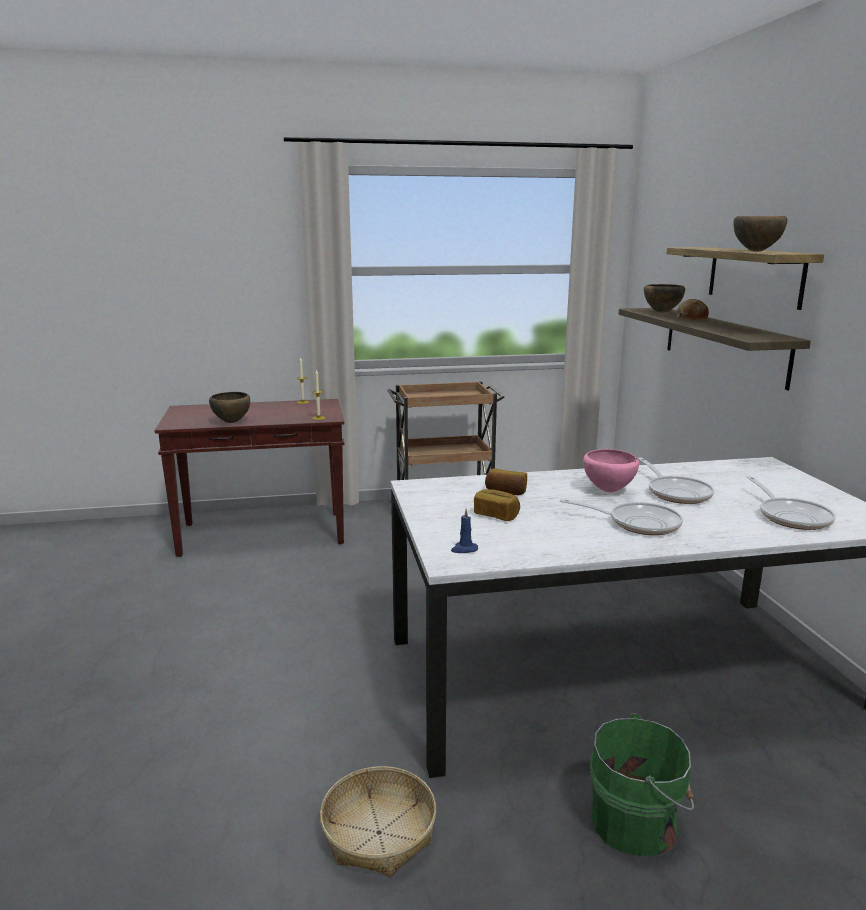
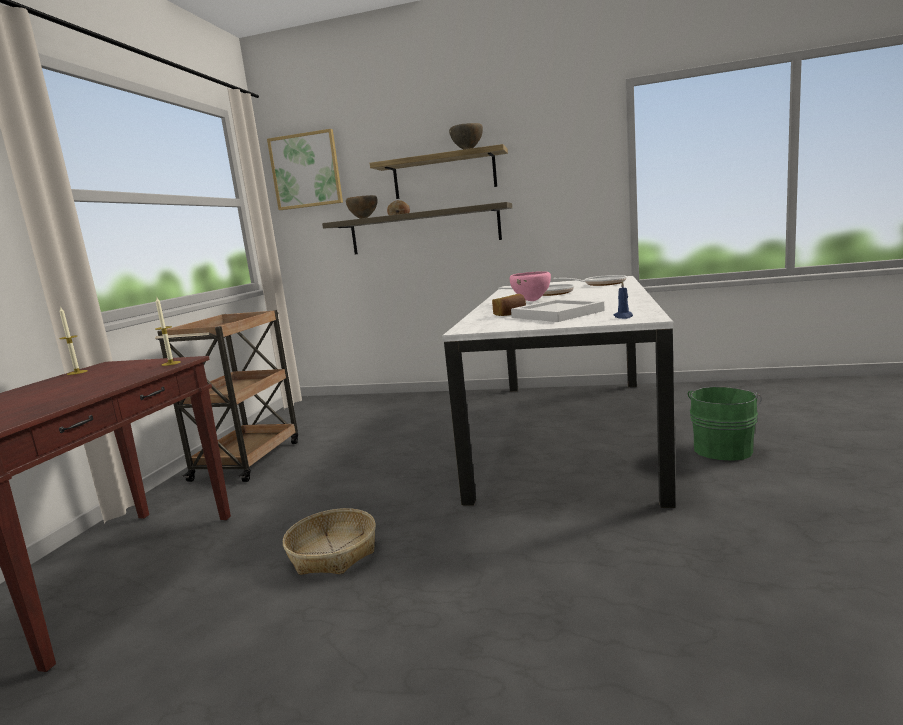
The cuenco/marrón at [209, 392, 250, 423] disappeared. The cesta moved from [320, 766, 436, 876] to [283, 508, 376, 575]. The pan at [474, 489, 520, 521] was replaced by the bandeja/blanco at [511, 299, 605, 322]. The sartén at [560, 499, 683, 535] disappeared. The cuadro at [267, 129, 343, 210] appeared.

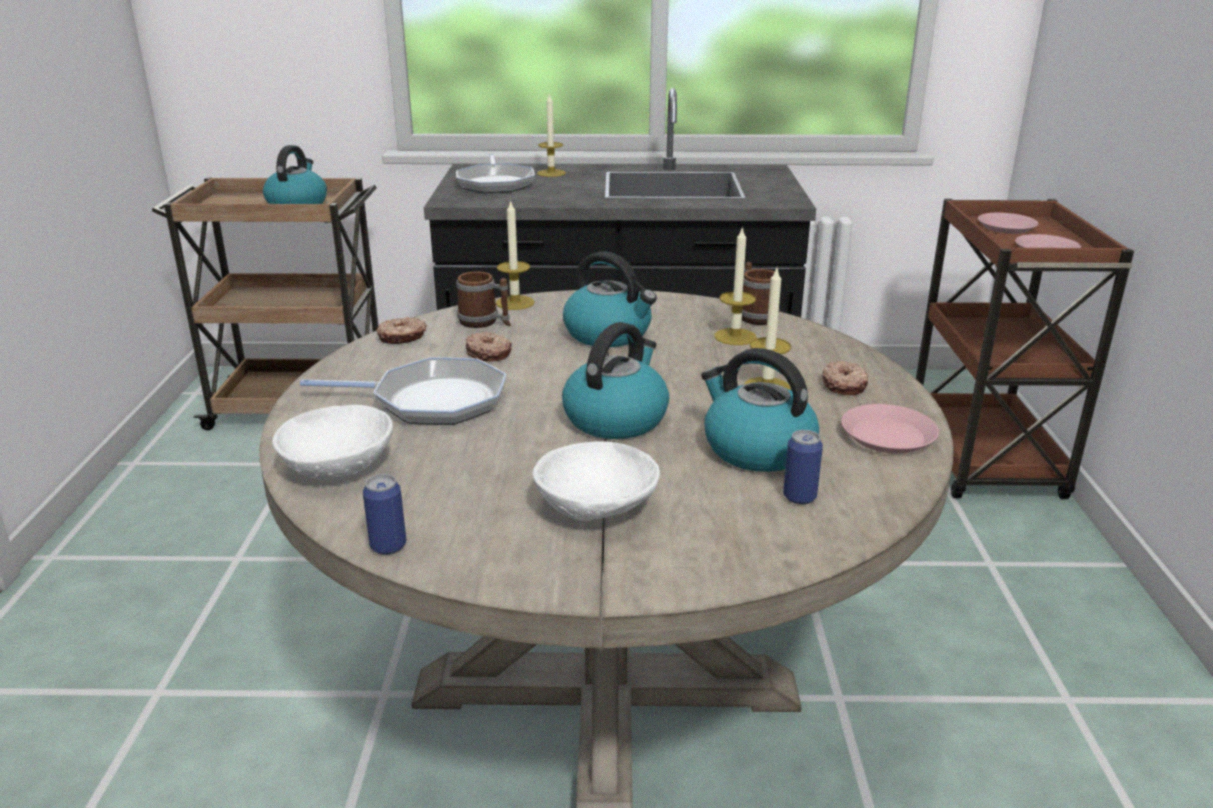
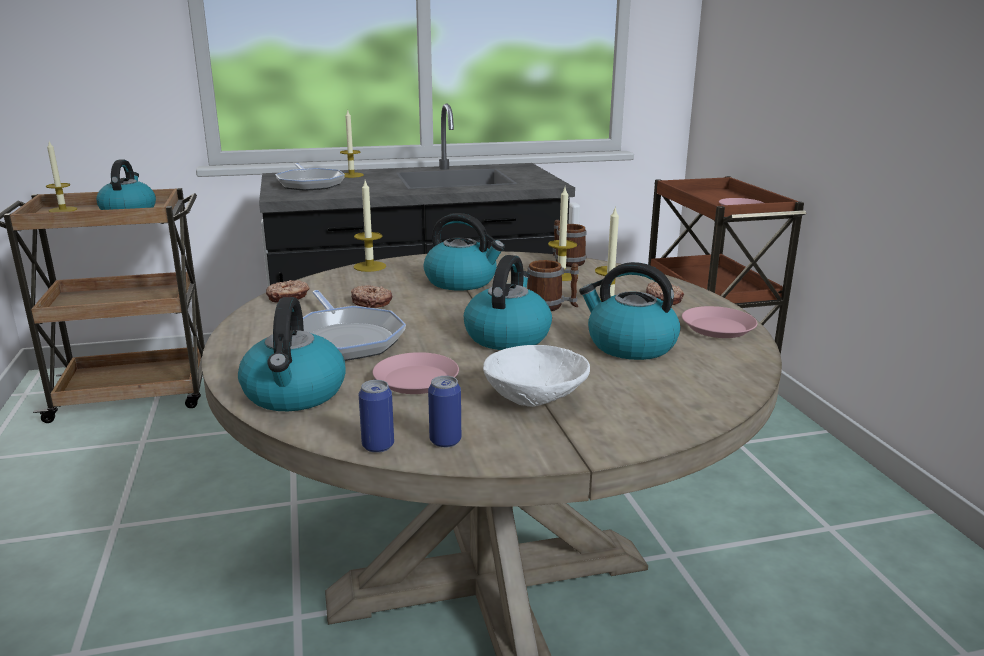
The cuenco/blanco at [272, 405, 393, 481] was replaced by the hervidor at [238, 297, 346, 411]. The sartén at [300, 357, 506, 425] turned 75 degrees clockwise. The taza grande moved from [456, 271, 511, 328] to [527, 260, 579, 311]. The lata moved from [783, 430, 823, 505] to [428, 376, 461, 448]. The plato/rosa moved from [978, 213, 1038, 234] to [373, 352, 459, 394]. The vela at [46, 142, 77, 212] appeared.

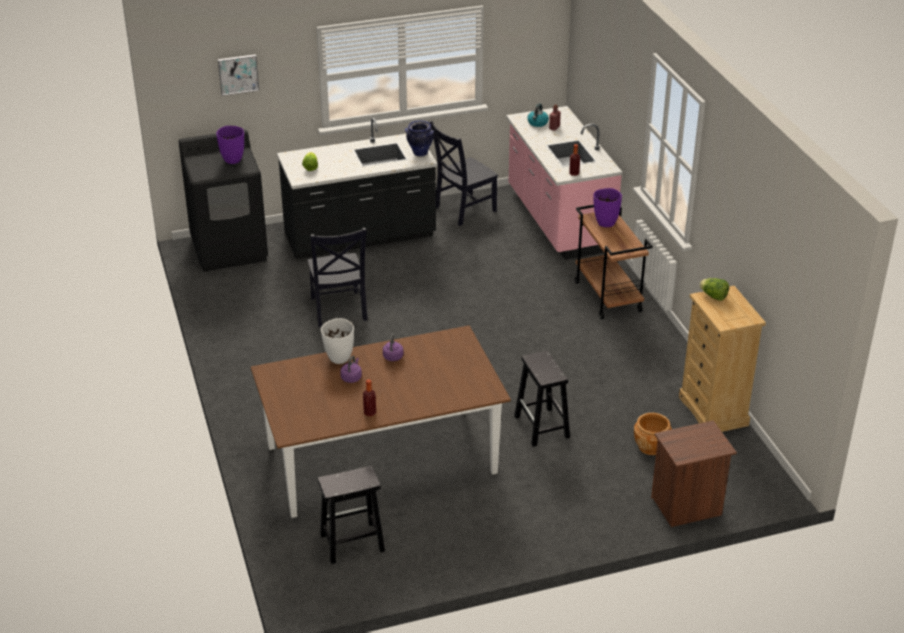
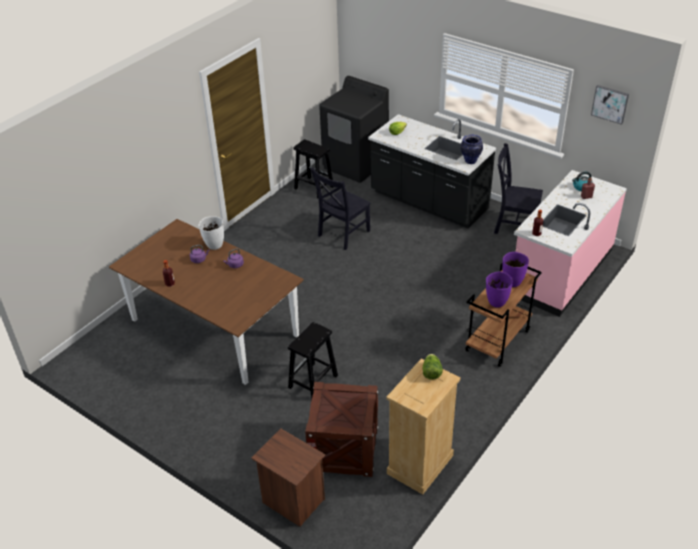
The florero/morado moved from [216, 126, 244, 164] to [486, 272, 513, 308]. The cuadro moved from [218, 54, 259, 96] to [591, 85, 629, 125]. The taburete/negro moved from [317, 466, 385, 564] to [293, 139, 333, 198]. The maceta/marrón at [634, 413, 672, 455] was replaced by the caja de embalaje at [305, 382, 379, 477].

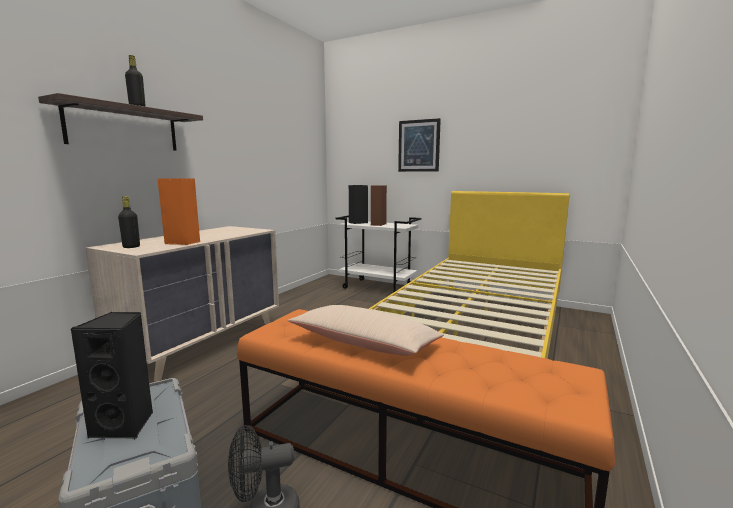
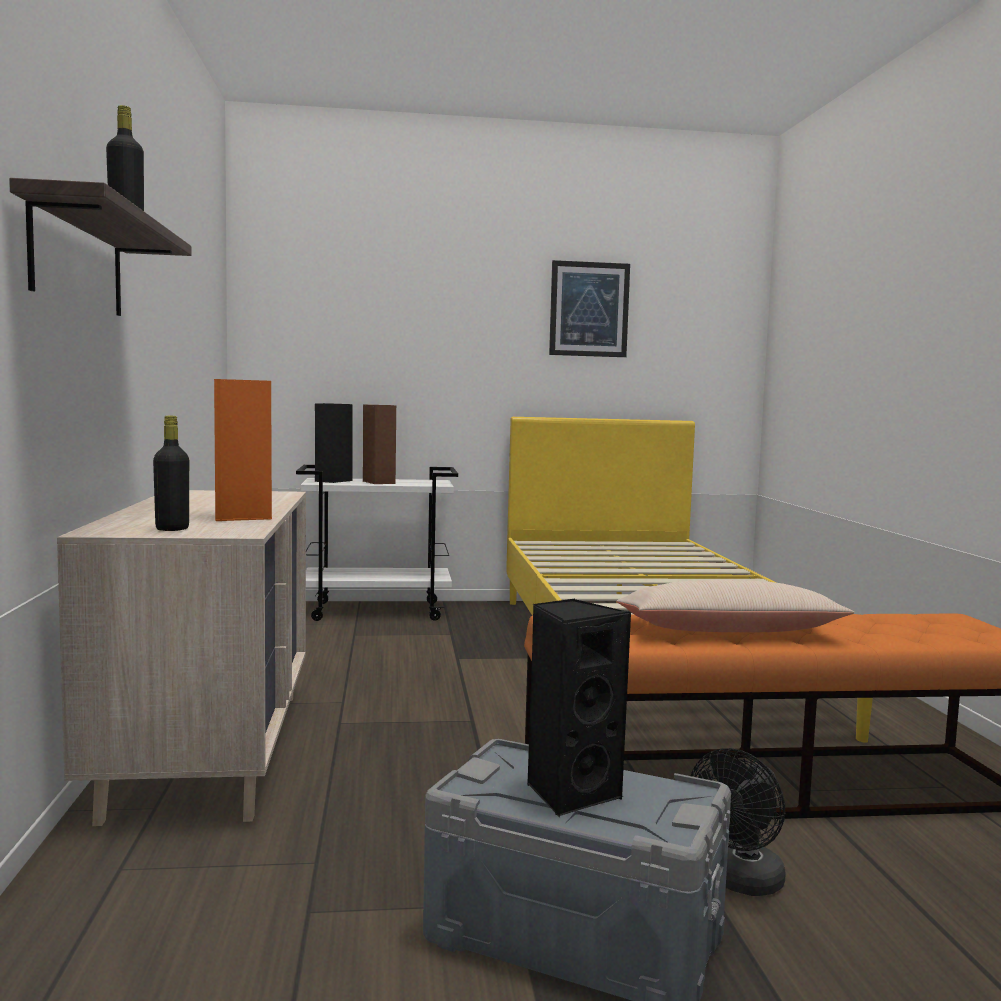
The cuadro moved from [398, 118, 441, 172] to [549, 260, 630, 357].

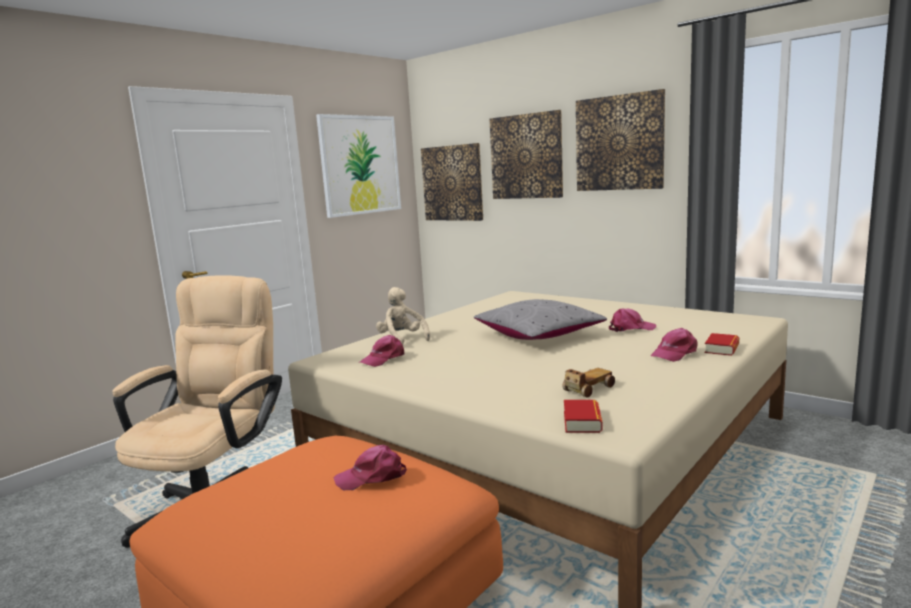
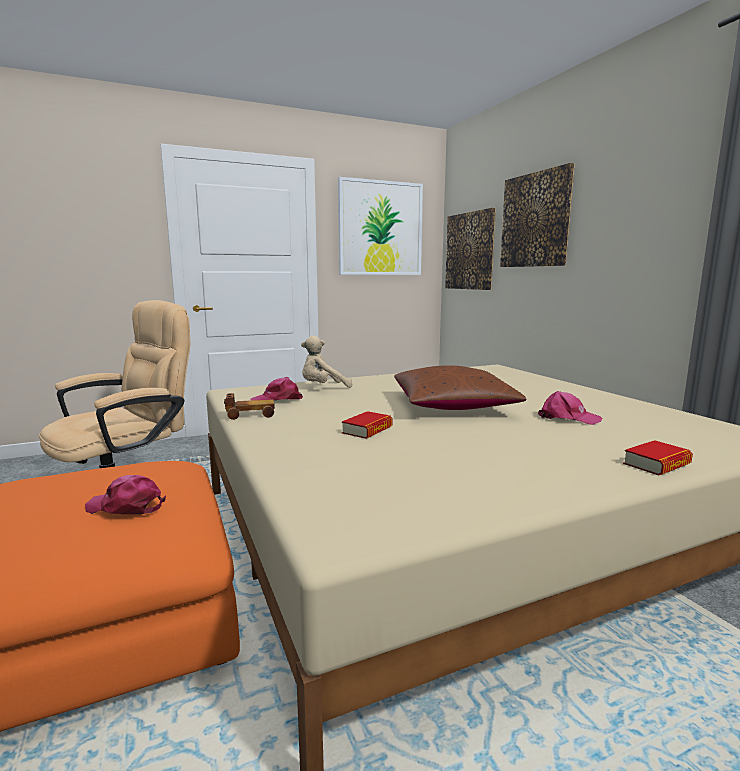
The peluche/beis at [376, 287, 430, 345] turned 105 degrees counterclockwise. The cojín/gris at [474, 299, 607, 340] became the cojín/marrón at [394, 365, 526, 410]. The coche de juguete moved from [562, 368, 615, 397] to [224, 393, 275, 420]. The libro moved from [564, 400, 603, 433] to [342, 411, 393, 439]. The cuadro at [576, 89, 665, 191] disappeared. The gorra/rosa at [651, 328, 698, 362] disappeared.

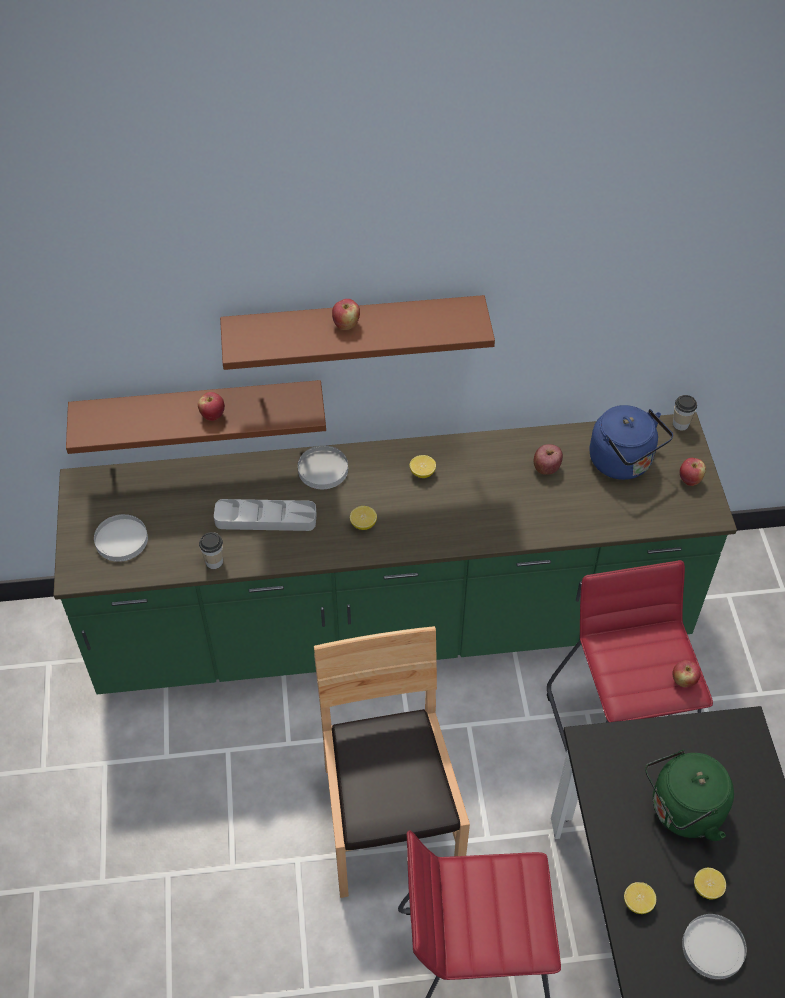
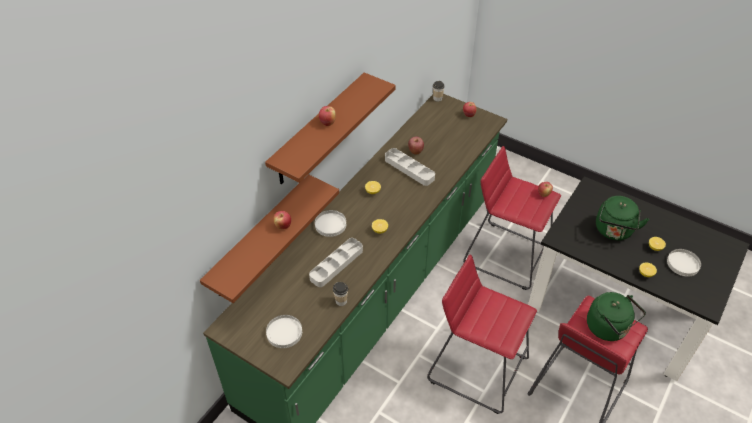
The silla/marrón at [314, 626, 470, 898] was replaced by the taburete/rojo at [427, 254, 537, 414]. The hervidor/azul at [590, 405, 673, 480] disappeared. The bandeja/gris at [385, 148, 435, 186] appeared. The hervidor/verde at [587, 292, 646, 341] appeared.

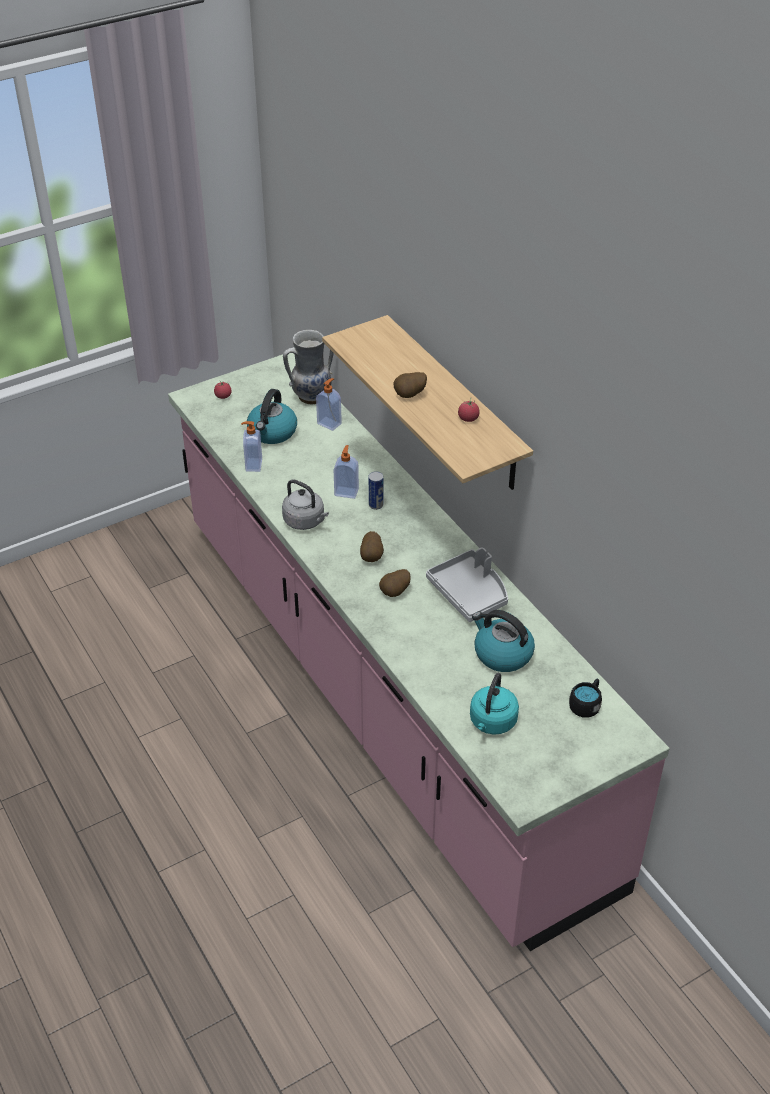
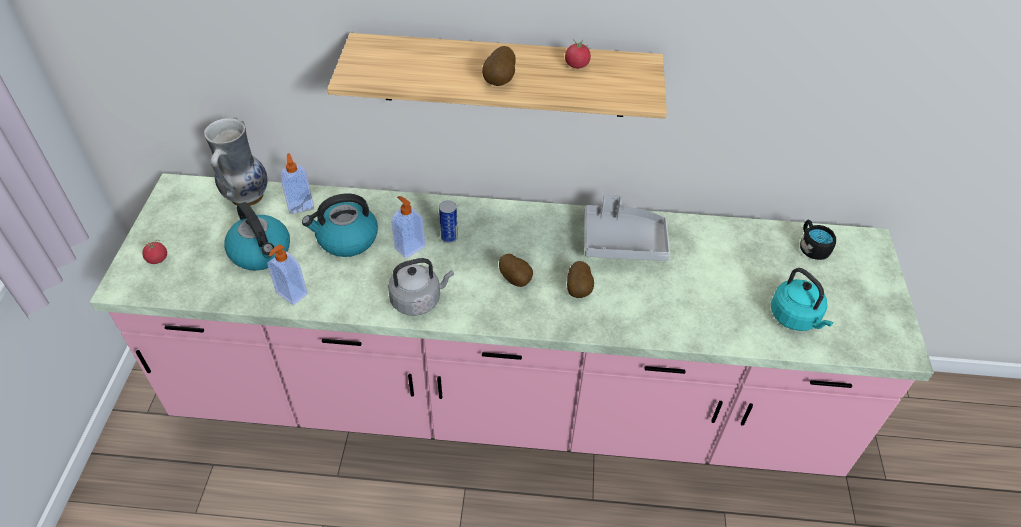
The hervidor moved from [472, 610, 535, 672] to [302, 194, 378, 257].

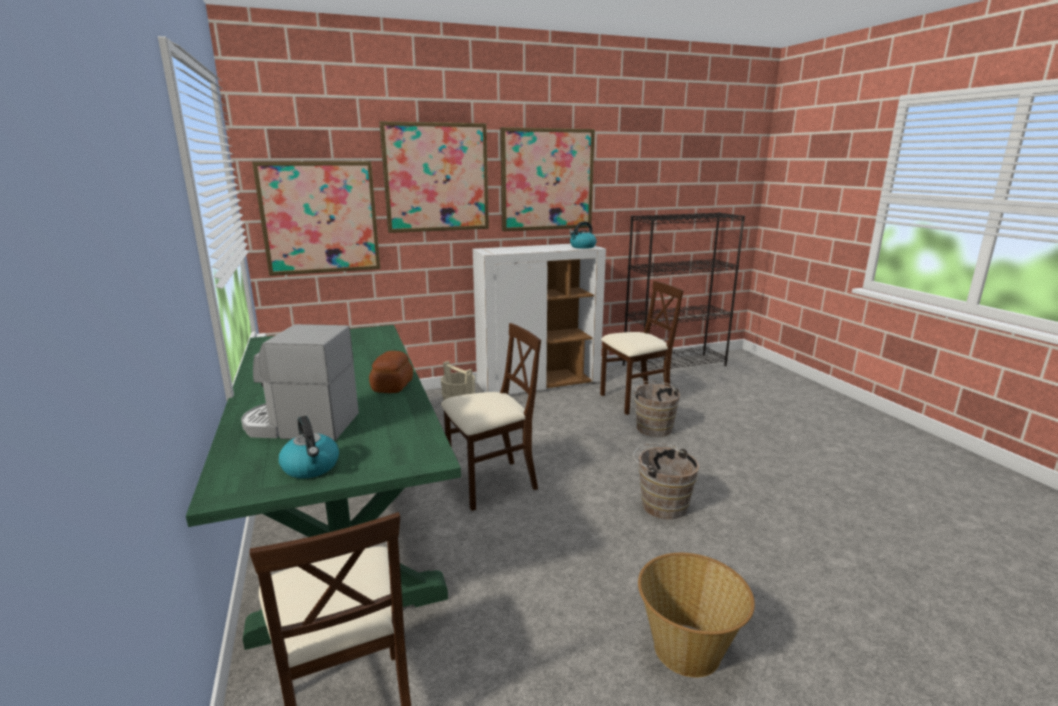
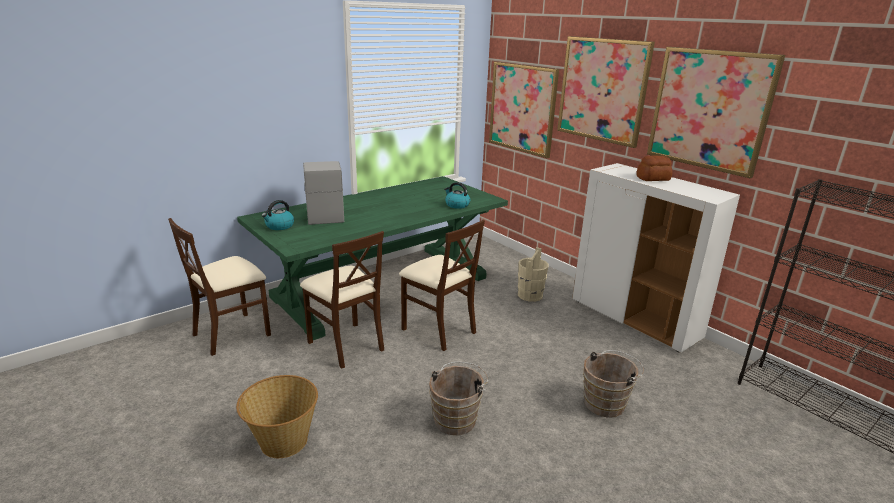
The pan moved from [369, 351, 413, 393] to [636, 155, 672, 181]. The hervidor moved from [570, 221, 597, 249] to [444, 182, 470, 209]. The silla/beis moved from [600, 281, 684, 415] to [300, 231, 384, 369].

